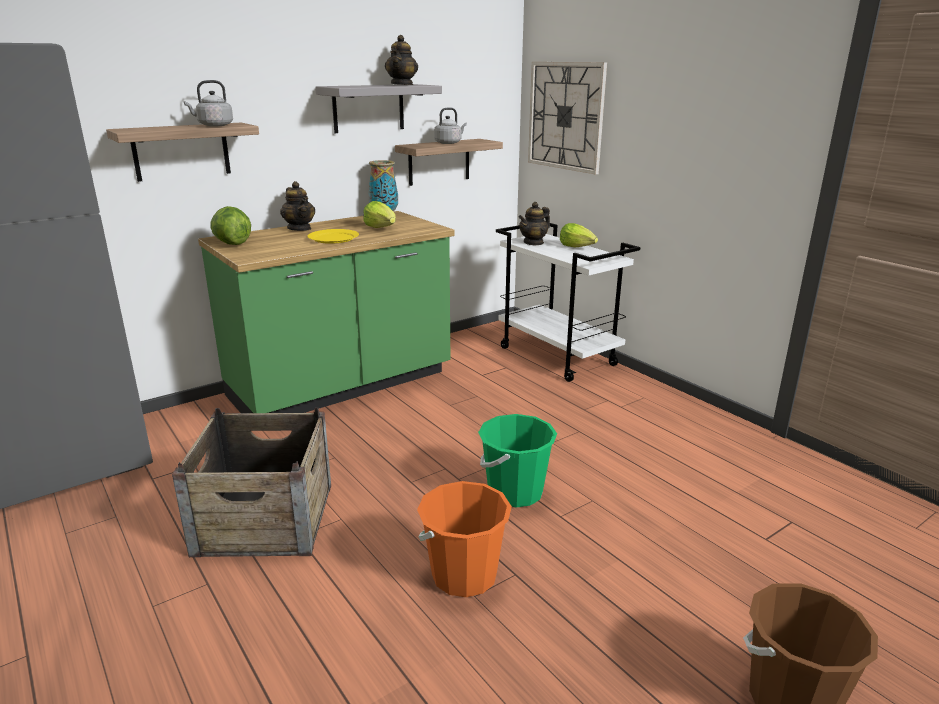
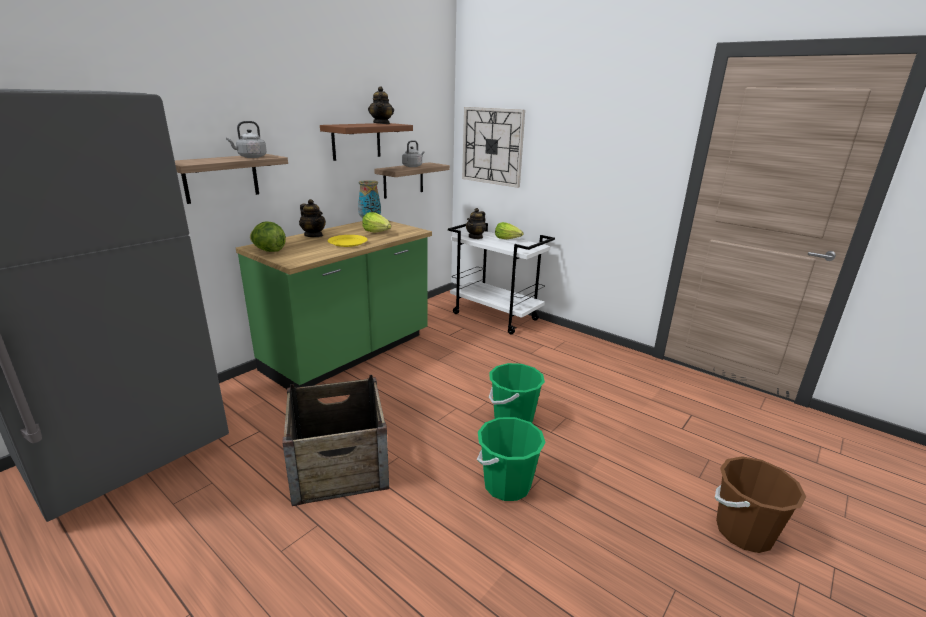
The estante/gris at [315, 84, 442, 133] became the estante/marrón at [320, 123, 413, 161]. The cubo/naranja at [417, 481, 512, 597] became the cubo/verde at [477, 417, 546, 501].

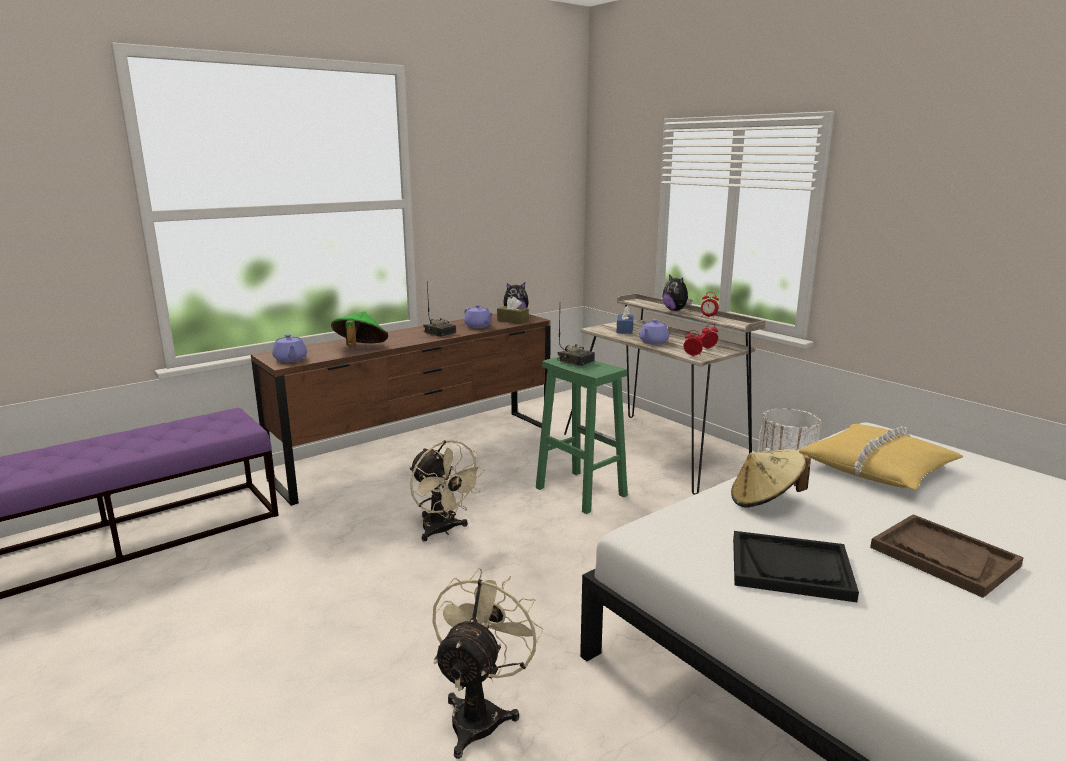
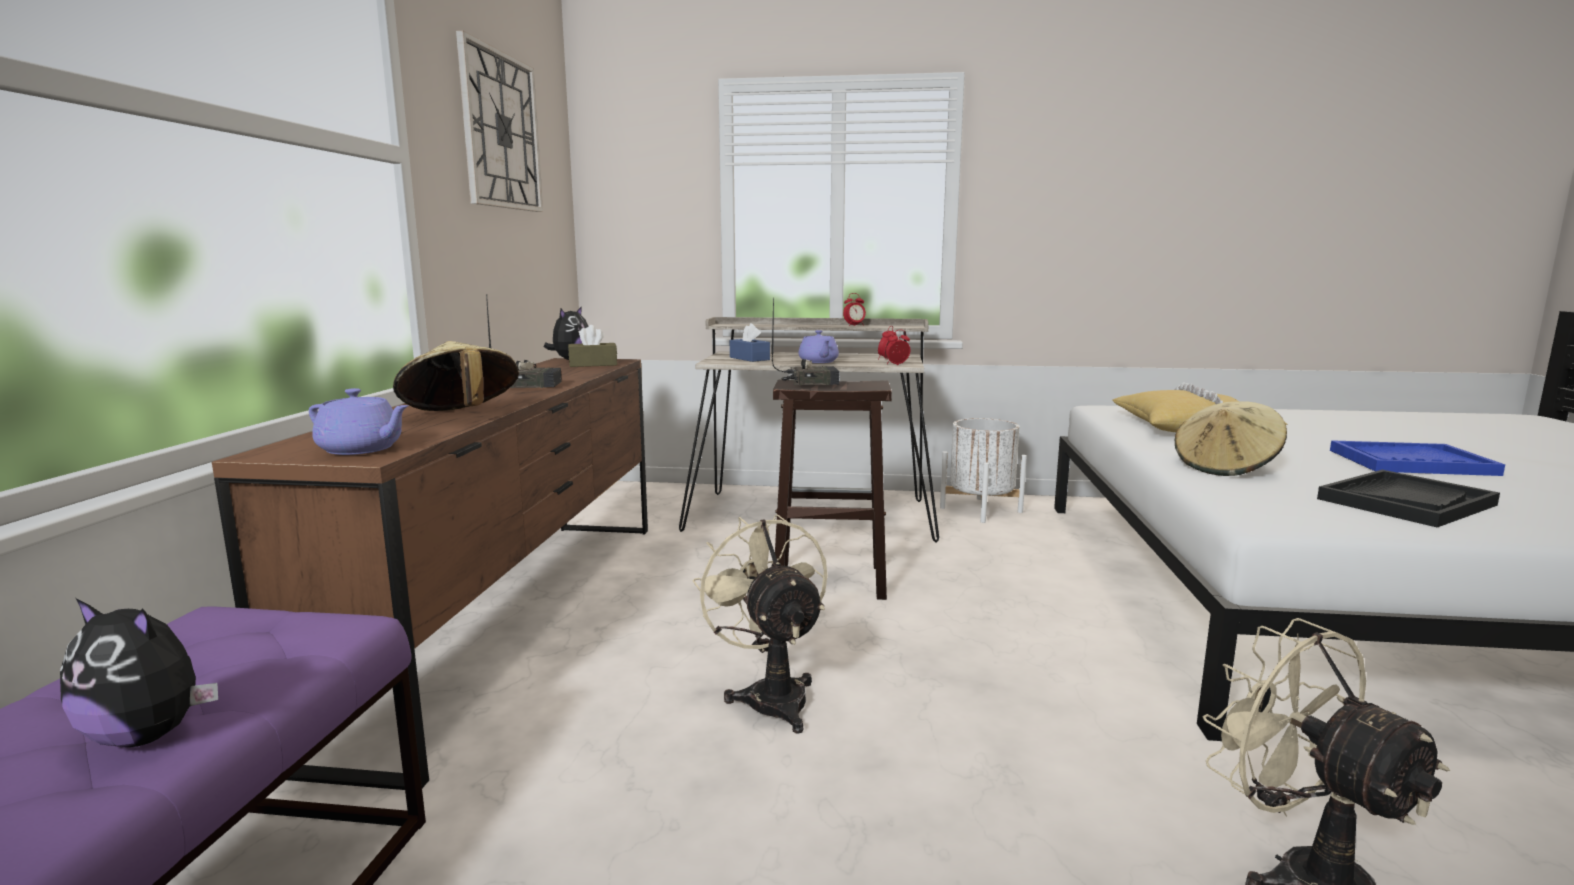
The sombrero/verde at [331, 311, 388, 347] became the sombrero/beis at [393, 341, 519, 411]. The ventilador/beis at [410, 440, 485, 541] turned 120 degrees counterclockwise. The tetera/morado at [464, 305, 493, 328] disappeared. The taburete/verde at [536, 356, 628, 514] became the taburete/marrón at [773, 379, 892, 600]. The peluche moved from [662, 275, 692, 311] to [60, 598, 218, 747]. The bandeja/marrón at [870, 514, 1024, 598] became the bandeja/azul at [1330, 440, 1505, 476]. The reloj de pared at [456, 30, 543, 212] appeared.

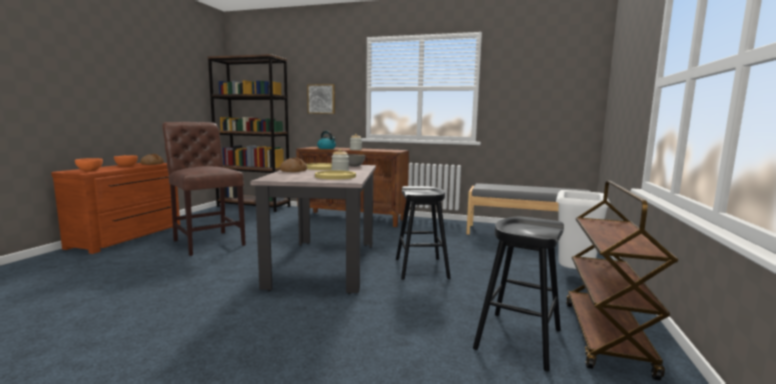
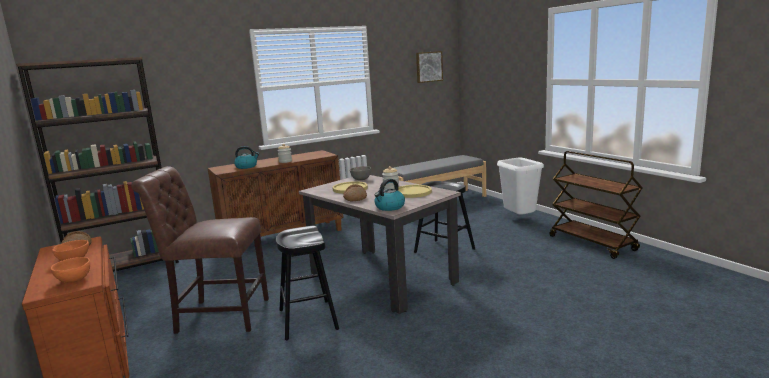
The cuadro moved from [307, 84, 335, 114] to [416, 51, 443, 83]. The taburete/negro moved from [473, 217, 564, 372] to [276, 226, 339, 340]. The hervidor at [374, 179, 405, 211] appeared.

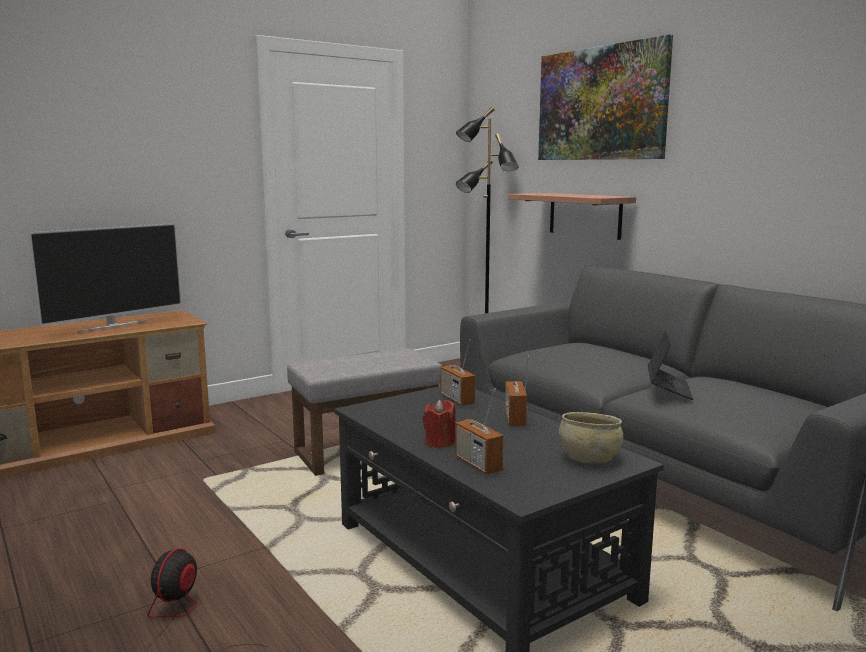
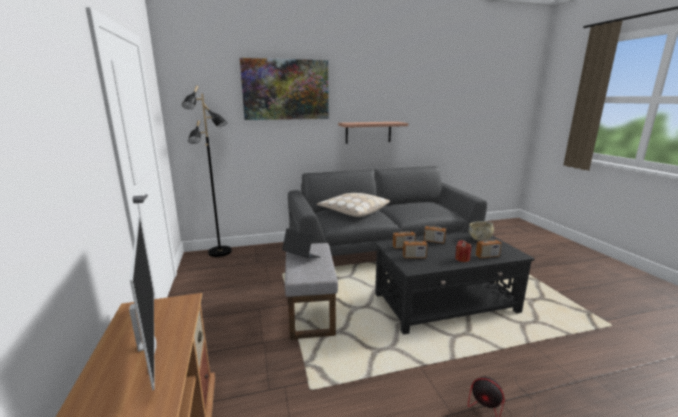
The estante moved from [508, 193, 636, 240] to [338, 122, 408, 144]. The portátil moved from [648, 330, 693, 400] to [282, 228, 320, 258]. The cojín/beis at [317, 193, 390, 217] appeared. The radio at [403, 225, 428, 258] appeared.

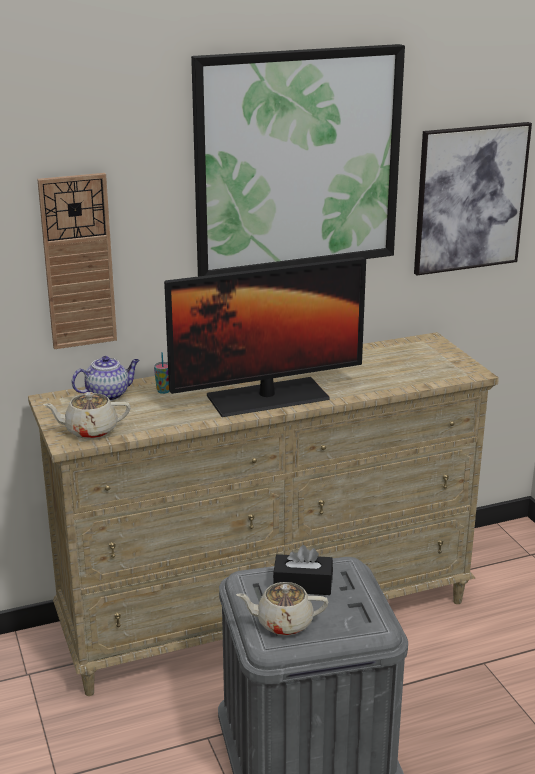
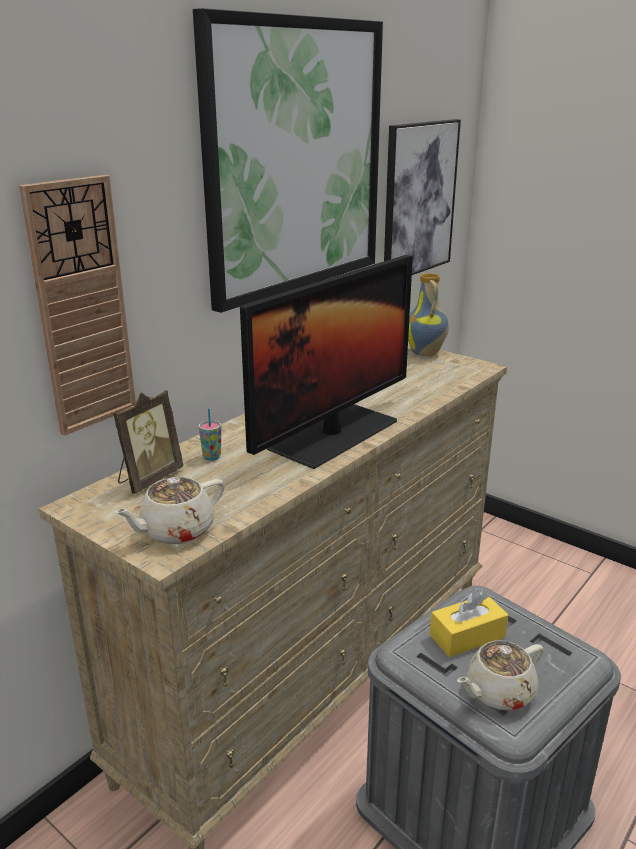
The tetera at [72, 356, 140, 401] was replaced by the portarretratos at [113, 390, 183, 494]. The caja de pañuelos/negro at [273, 545, 333, 595] became the caja de pañuelos/amarillo at [430, 591, 508, 657]. The florero at [408, 273, 449, 356] appeared.

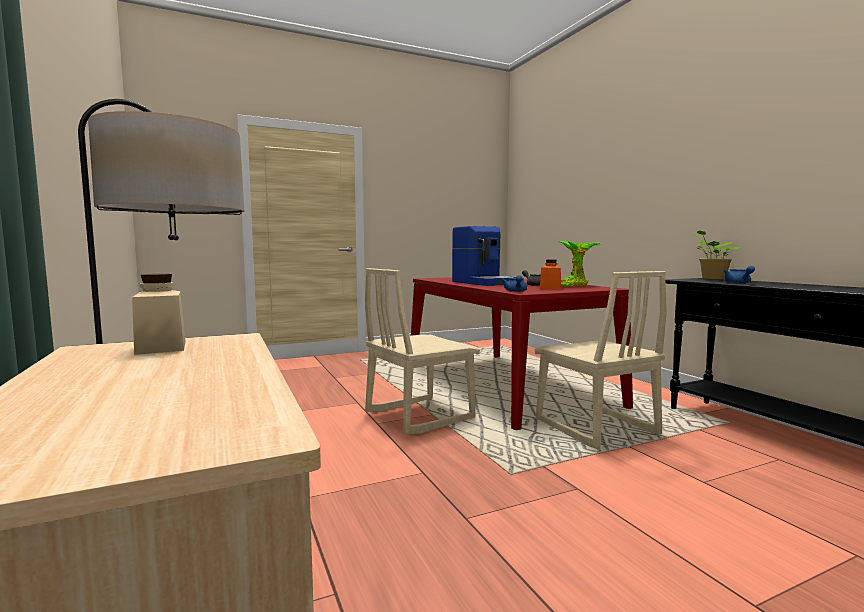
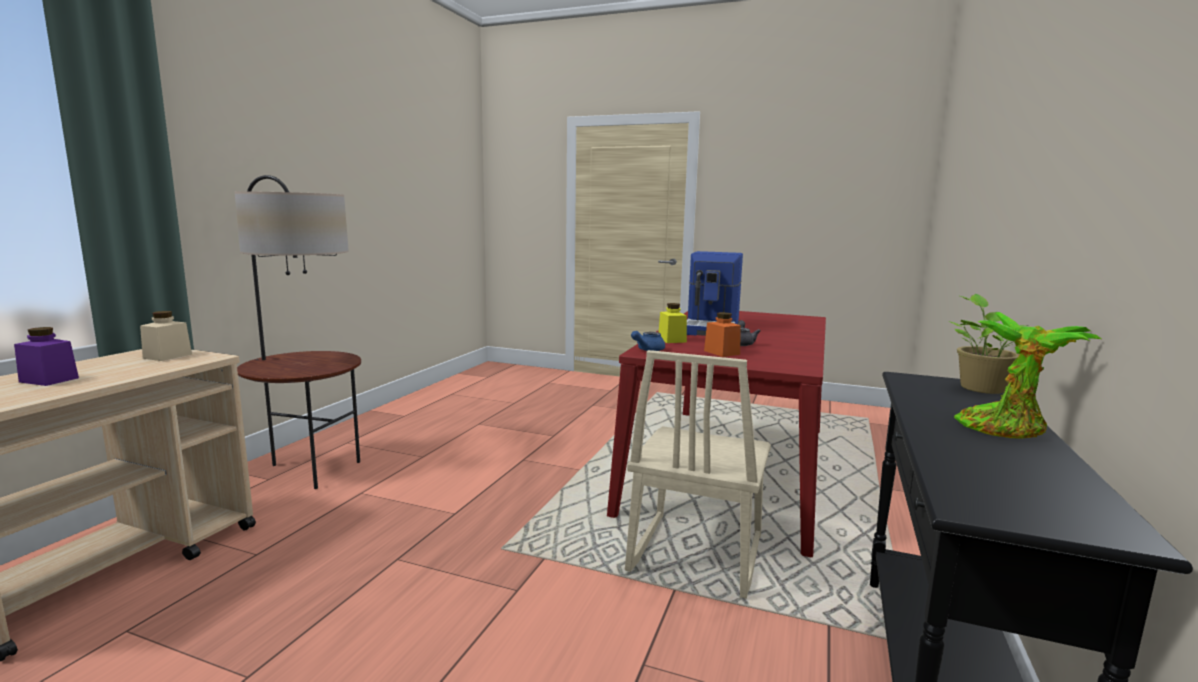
The silla/beis at [365, 268, 480, 435] disappeared. The planta en maceta moved from [559, 241, 600, 287] to [954, 312, 1101, 439]. The tetera/azul at [723, 266, 755, 283] disappeared. The tarro/morado at [14, 327, 79, 386] appeared. The tarro/amarillo at [658, 303, 687, 343] appeared.

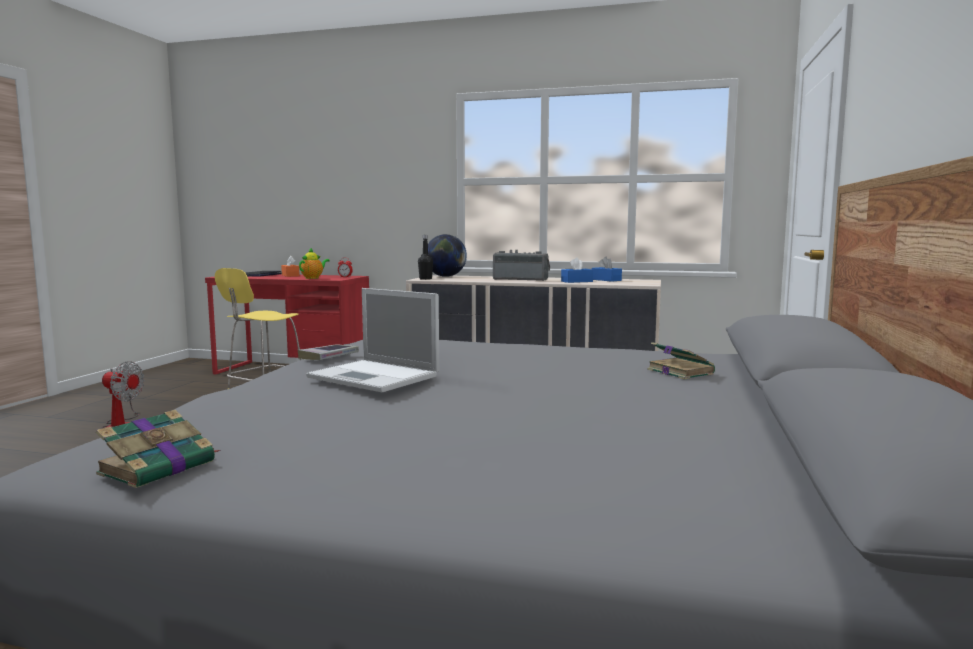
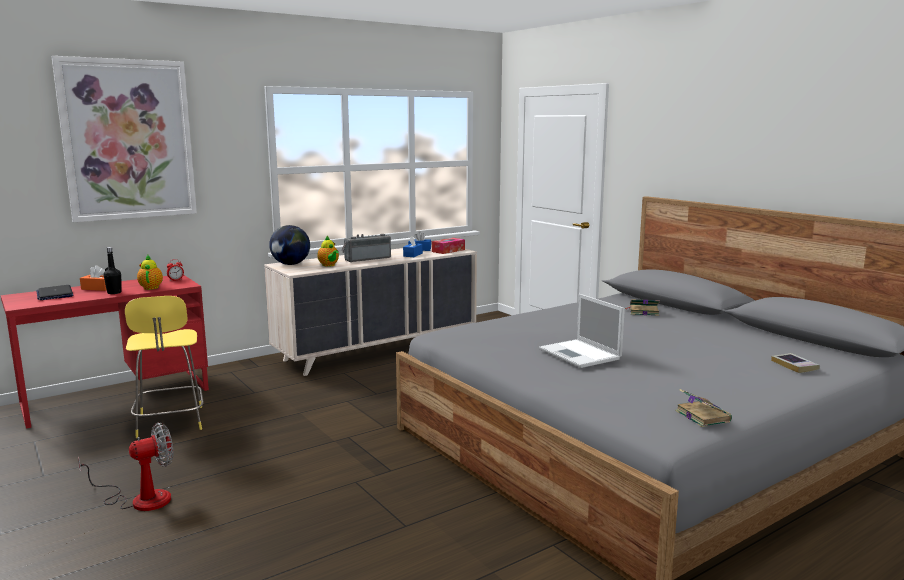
The libro moved from [298, 344, 359, 360] to [771, 353, 820, 373]. The portátil at [306, 288, 439, 392] turned 75 degrees clockwise. The botella/negro moved from [418, 235, 433, 280] to [104, 247, 122, 294]. The cuadro at [51, 56, 197, 222] appeared. The tetera at [317, 235, 339, 267] appeared. The caja de pañuelos at [432, 238, 465, 254] appeared.

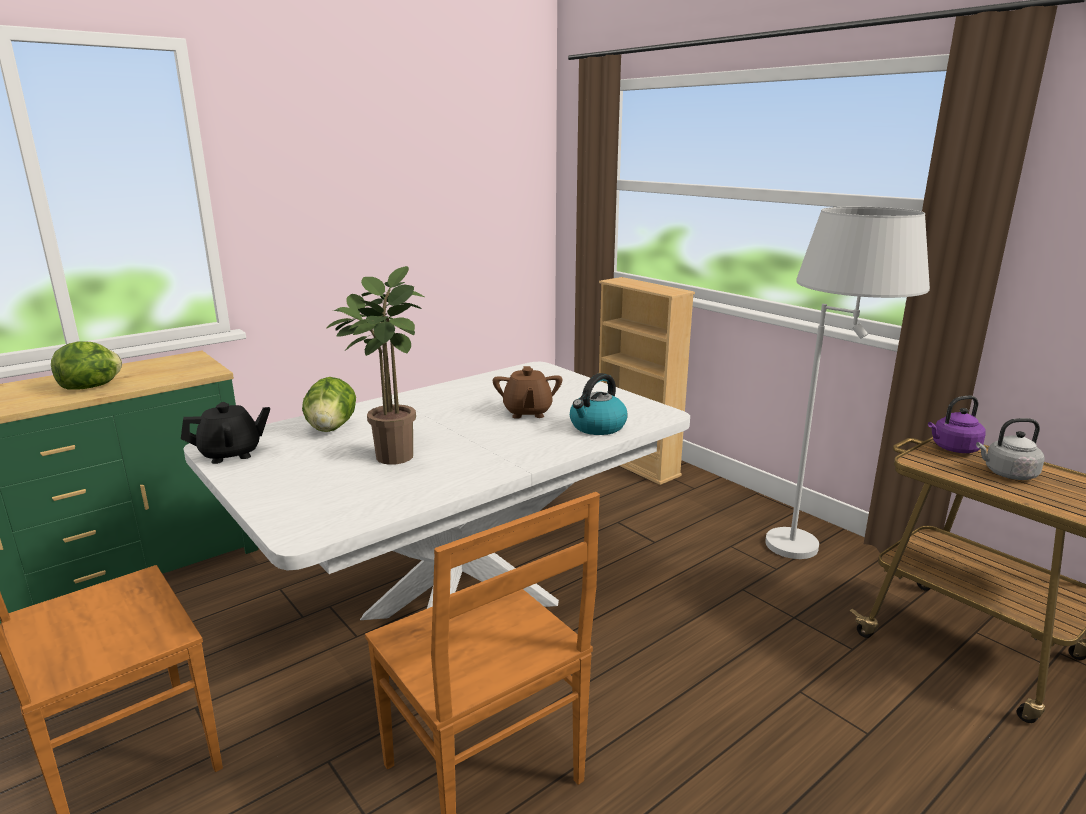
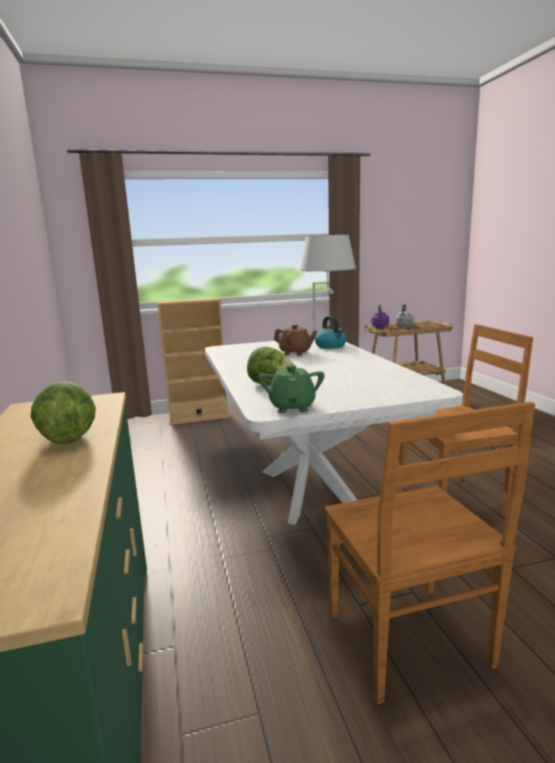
The tetera/negro at [181, 402, 270, 464] became the tetera/verde at [259, 365, 324, 413]. The planta en maceta at [326, 266, 424, 465] disappeared.

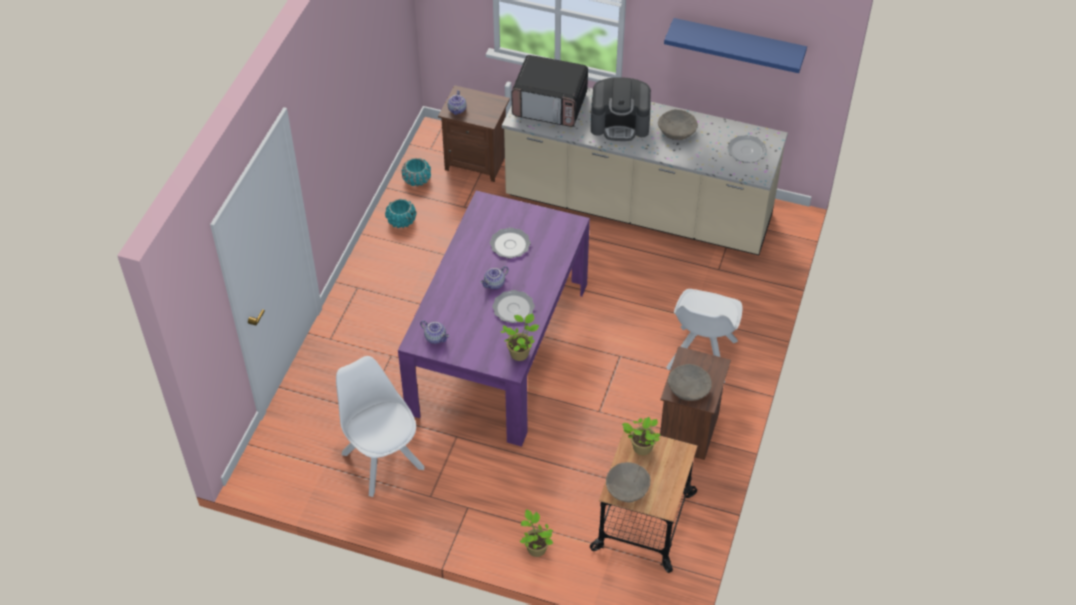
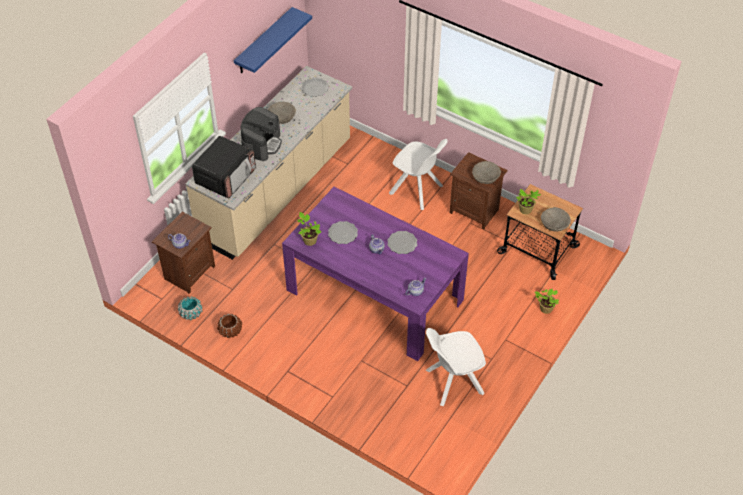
The maceta/turquesa at [385, 199, 417, 228] became the maceta/marrón at [217, 314, 242, 338]. The planta en maceta moved from [500, 313, 539, 361] to [297, 212, 321, 246].

